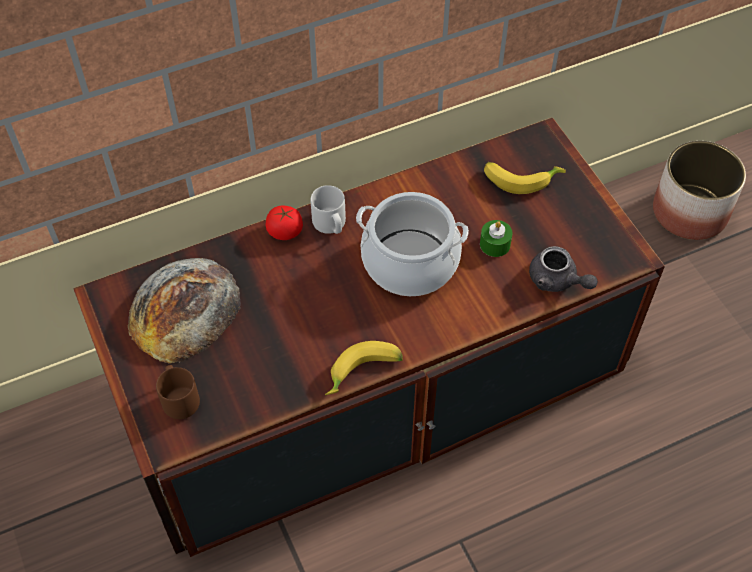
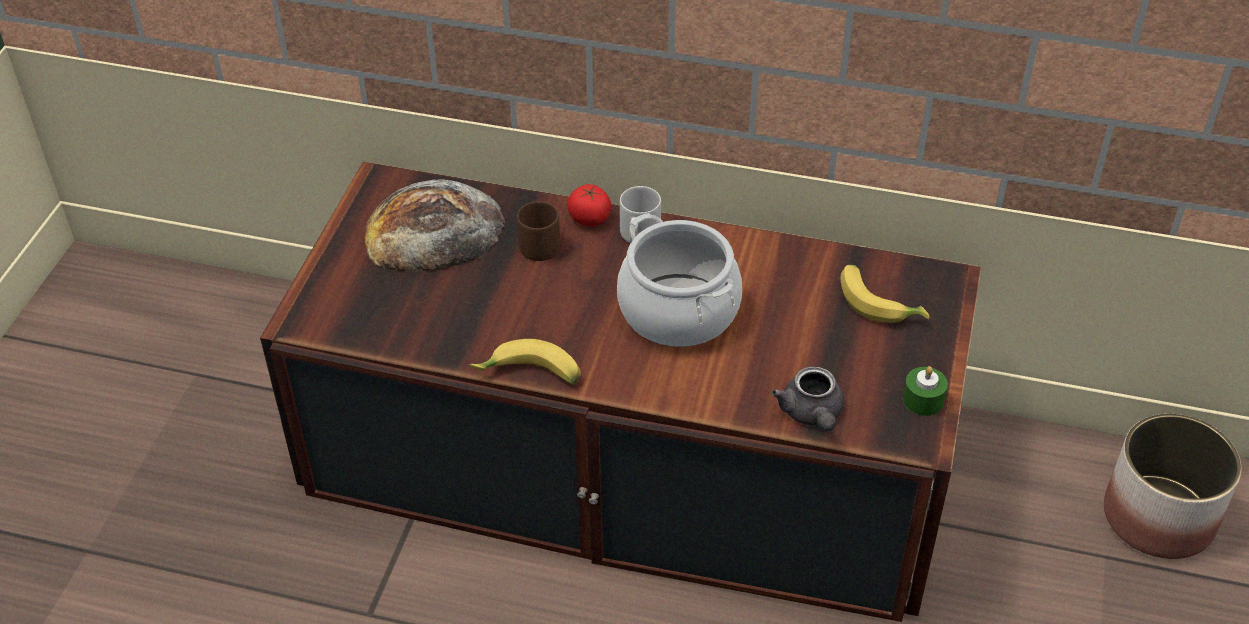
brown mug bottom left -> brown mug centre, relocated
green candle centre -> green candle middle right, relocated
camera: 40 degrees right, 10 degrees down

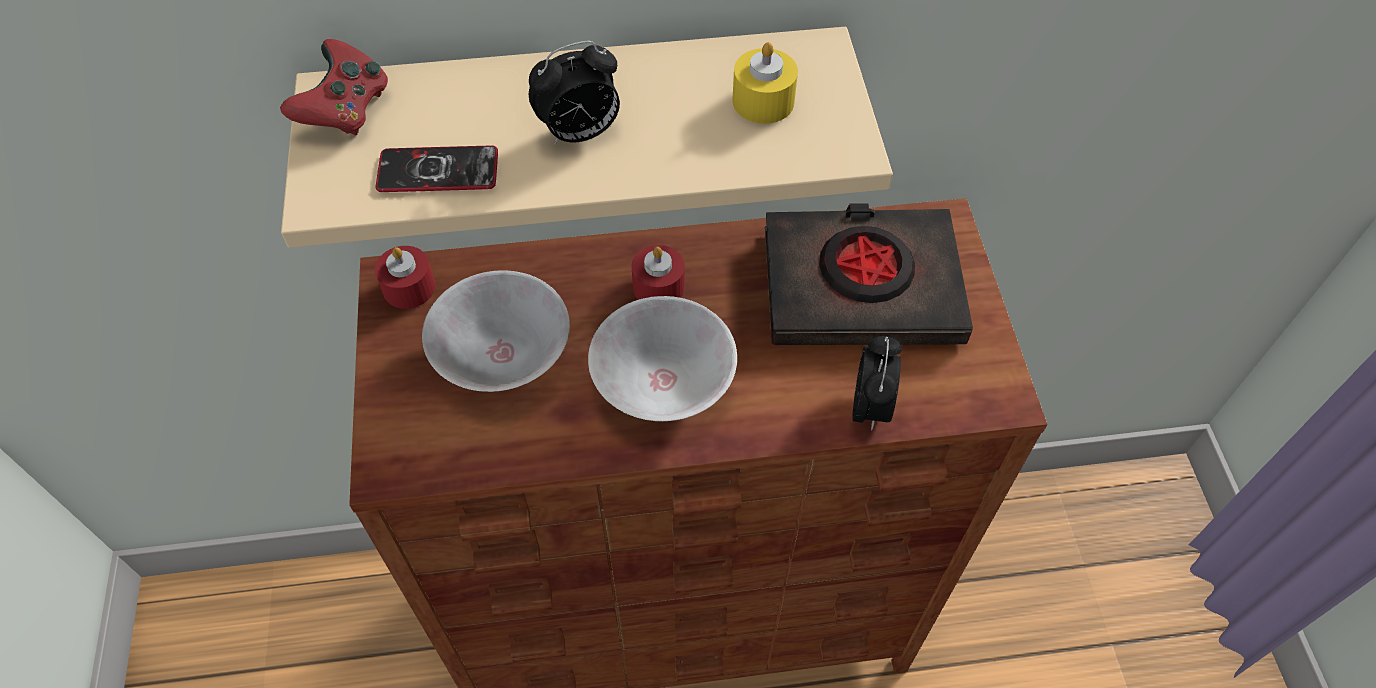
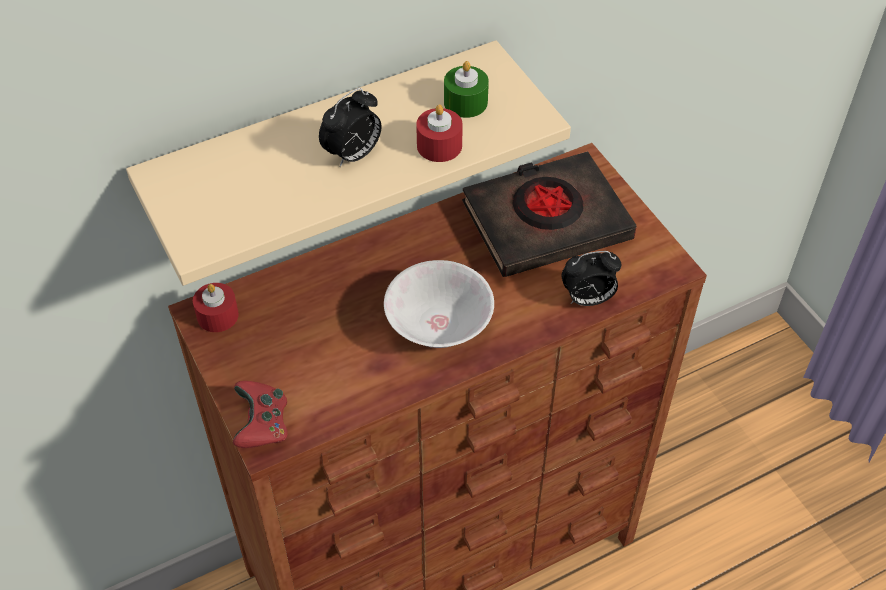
red game controller top left -> red game controller bottom left, relocated
phone top left -> none
white bowl (no. 1 from left) centre -> none
red candle (no. 2 from left) centre -> red candle (no. 2 from left) top centre, relocated
yellow candle top centre -> green candle top centre
alarm clock (no. 2 from left) centre -> alarm clock (no. 2 from left) middle right, 90 degrees clockwise
camera: 20 degrees left, 5 degrees down

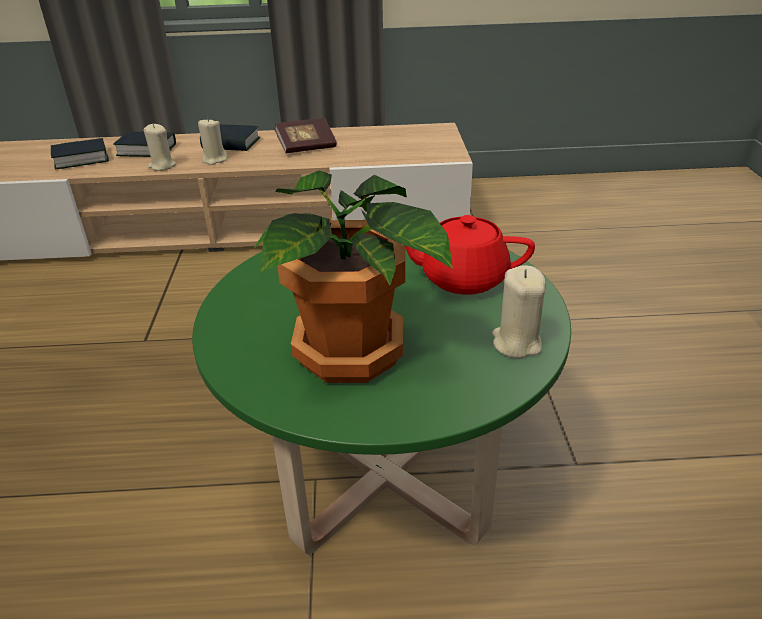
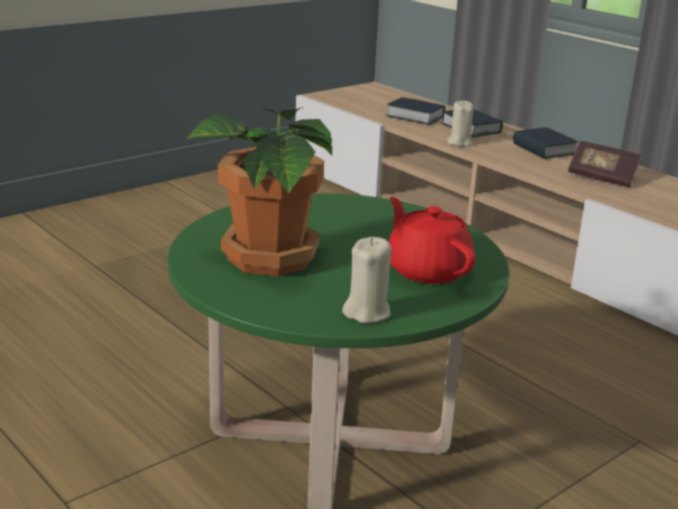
beige candle (no. 2 from left) top left -> none
camera: 50 degrees right, 10 degrees down

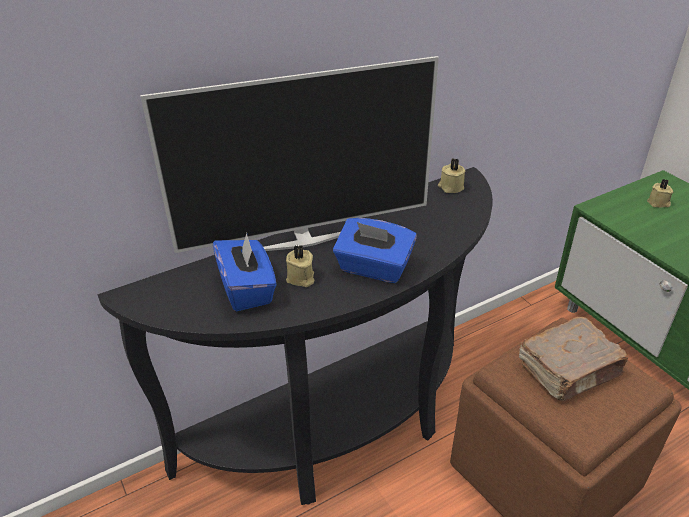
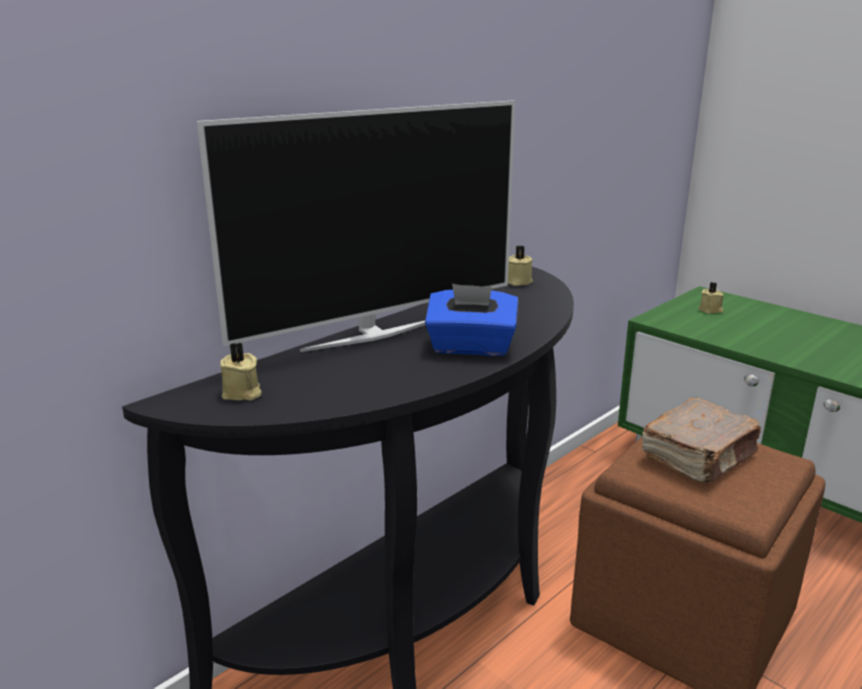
blue tissue box (no. 1 from left) centre -> none
beige candle (no. 1 from left) centre -> beige candle (no. 1 from left) middle left, relocated
camera: 15 degrees left, 15 degrees down

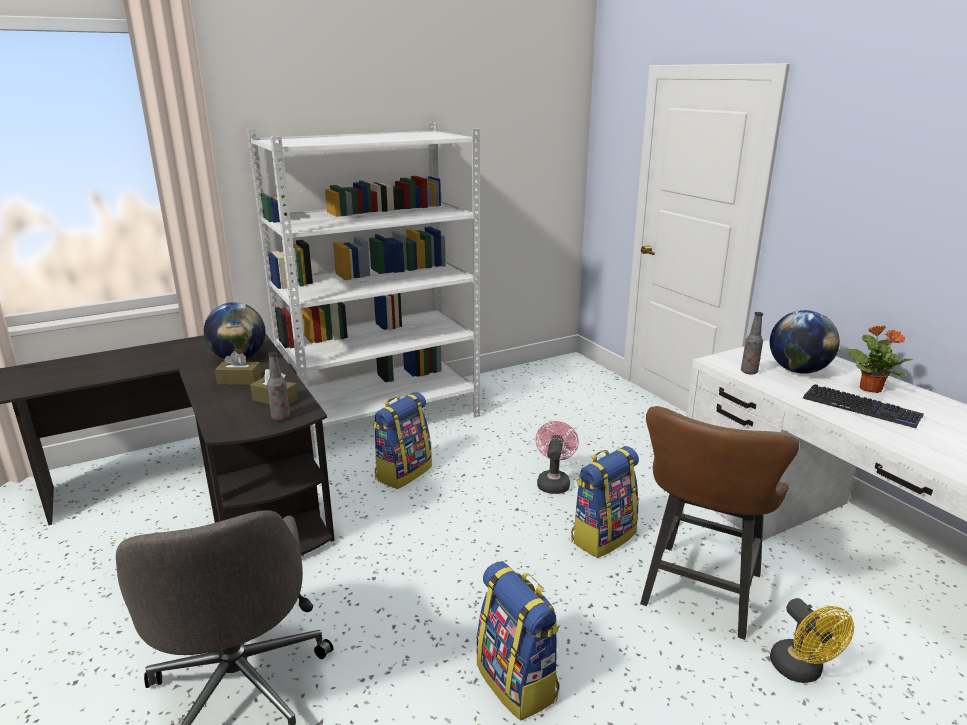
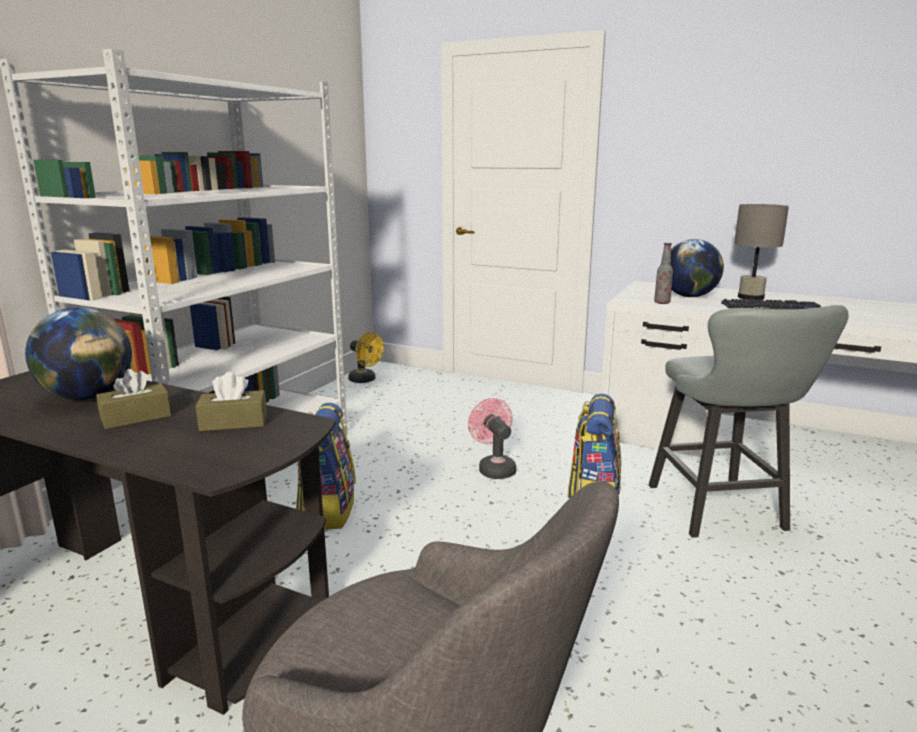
bottle (no. 1 from left) middle left -> none
backpack (no. 2 from left) bottom centre -> none
brown stool bottom right -> grey stool middle right
yellow fan bottom right -> yellow fan centre, relocated
potted plant middle right -> grey table lamp middle right
camera: 35 degrees left, 5 degrees down

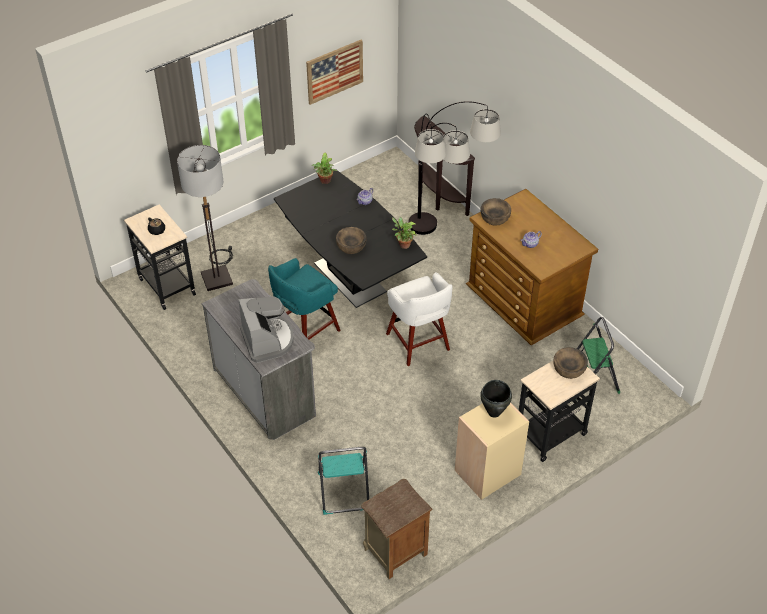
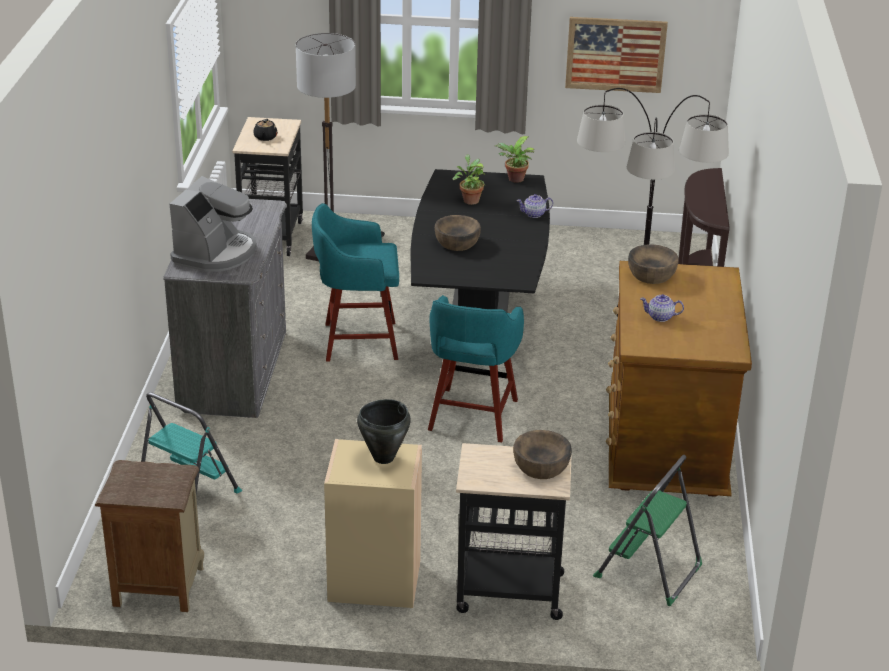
white stool centre -> turquoise stool (no. 2 from left) centre
potted plant (no. 2 from left in the first image) centre -> potted plant (no. 1 from left) top centre, relocated
camera: 40 degrees right, 15 degrees down

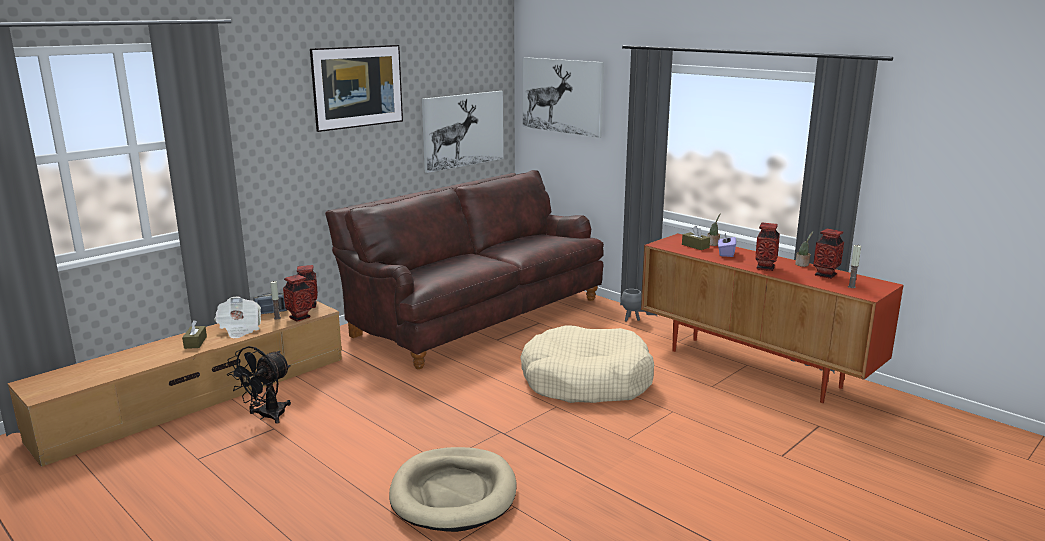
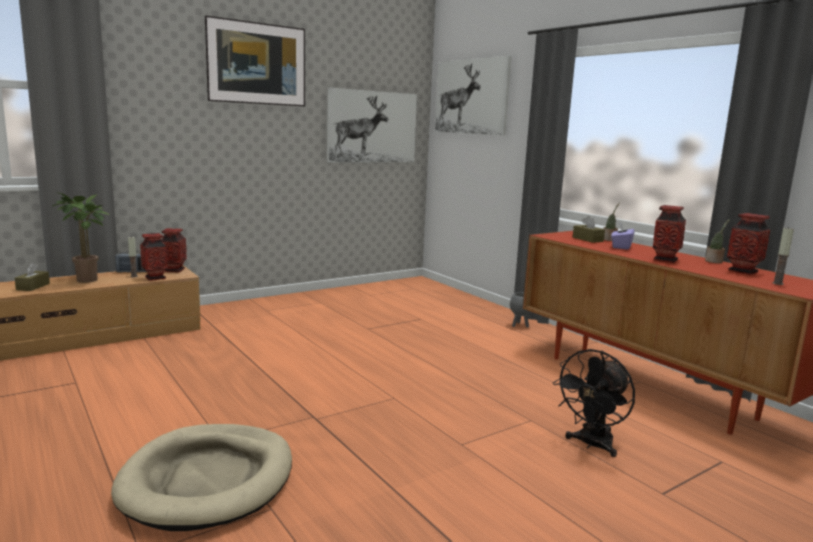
newspaper middle left -> potted plant (no. 1 from left) middle left
black fan bottom left -> black fan bottom right, relocated
brown sofa centre -> none
beige dog bed (no. 2 from left) bottom centre -> none
camera: 10 degrees right, 5 degrees down

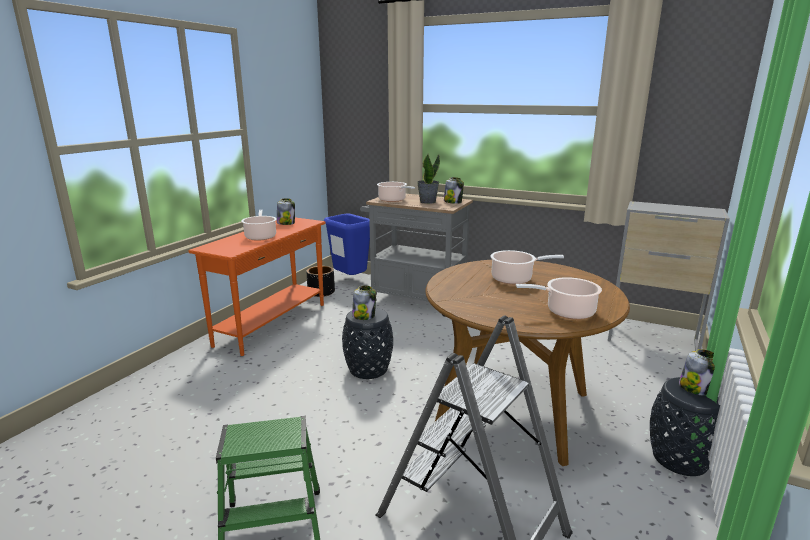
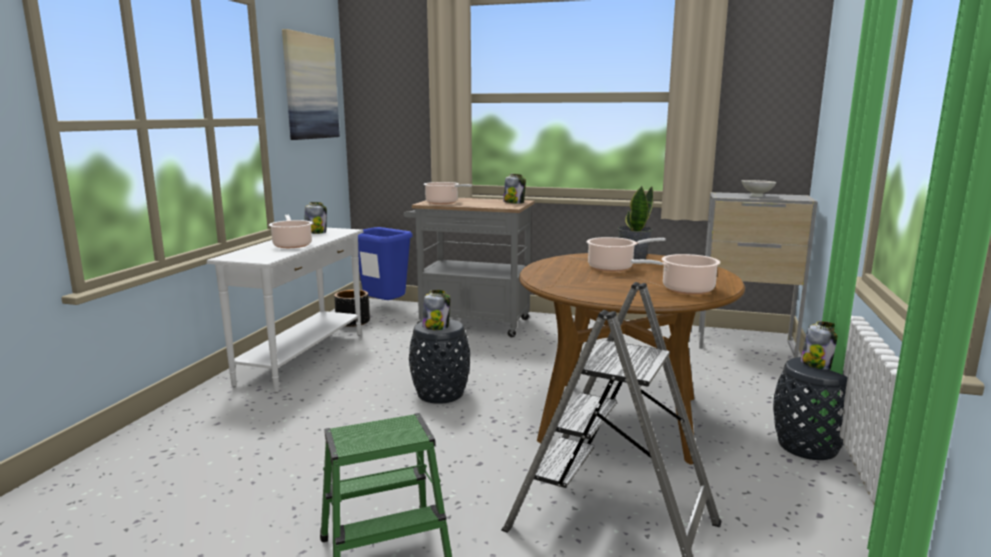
orange console table middle left -> white console table middle left
potted plant top centre -> potted plant centre, relocated
none -> picture top left
none -> white bowl middle right
camera: 10 degrees left, 5 degrees down

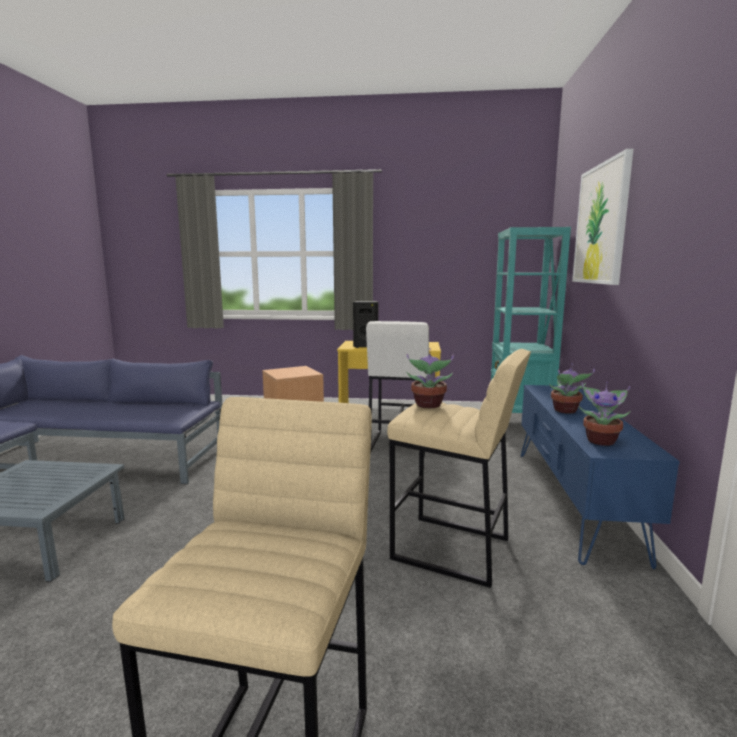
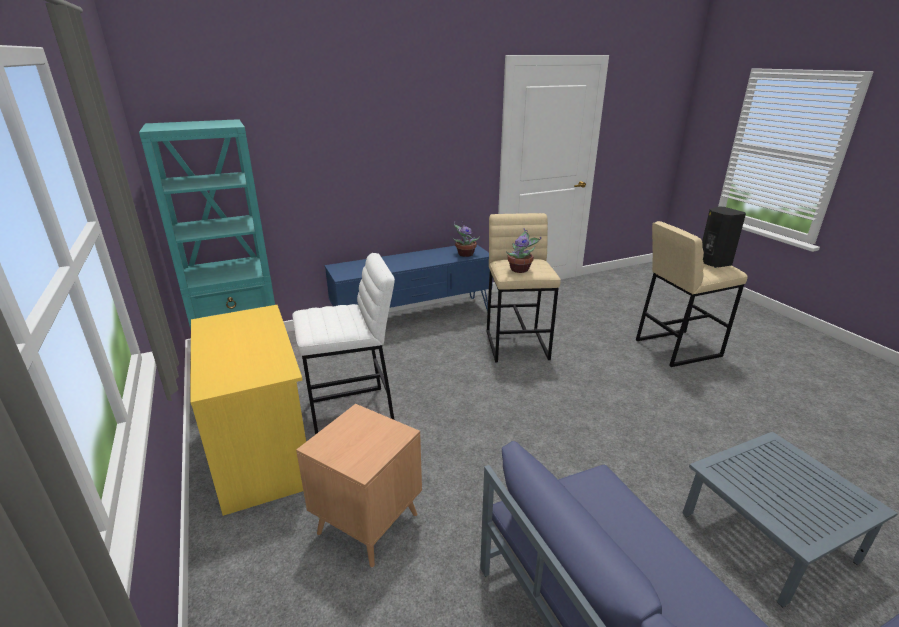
black speaker centre -> black speaker middle right, relocated
potted plant (no. 2 from left) middle right -> none
picture top right -> none
camera: 120 degrees left, 15 degrees up

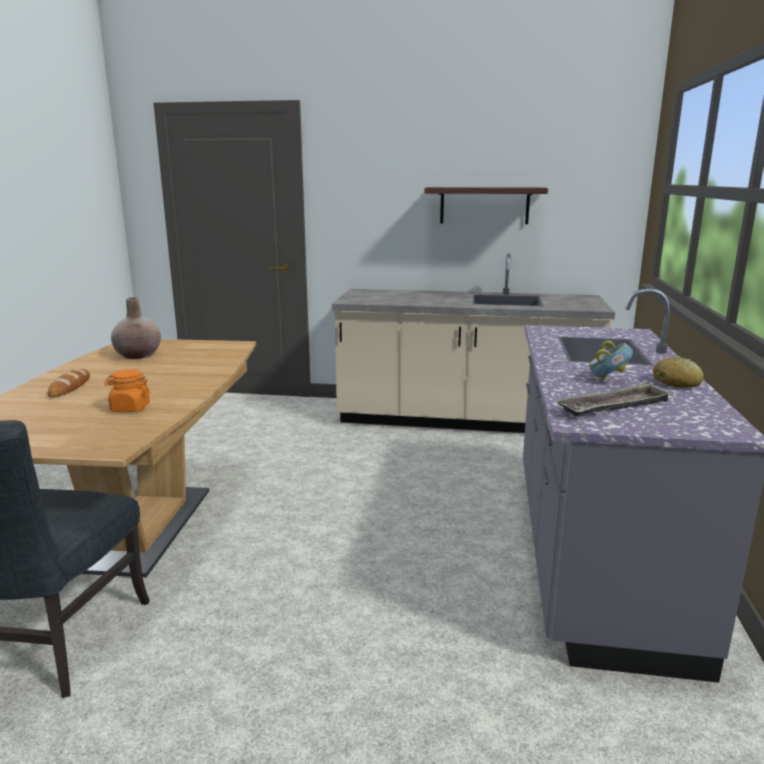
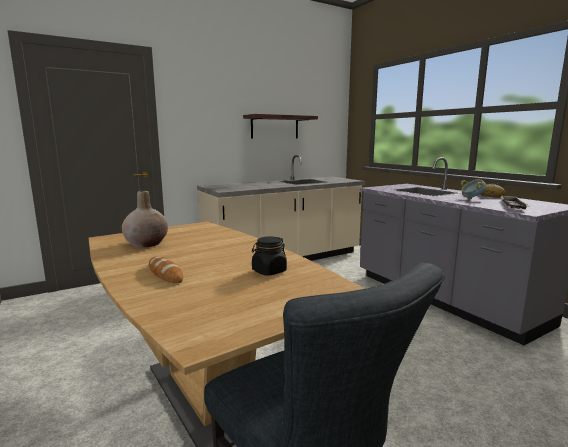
orange jar middle left -> black jar centre
camera: 40 degrees left, 5 degrees down

